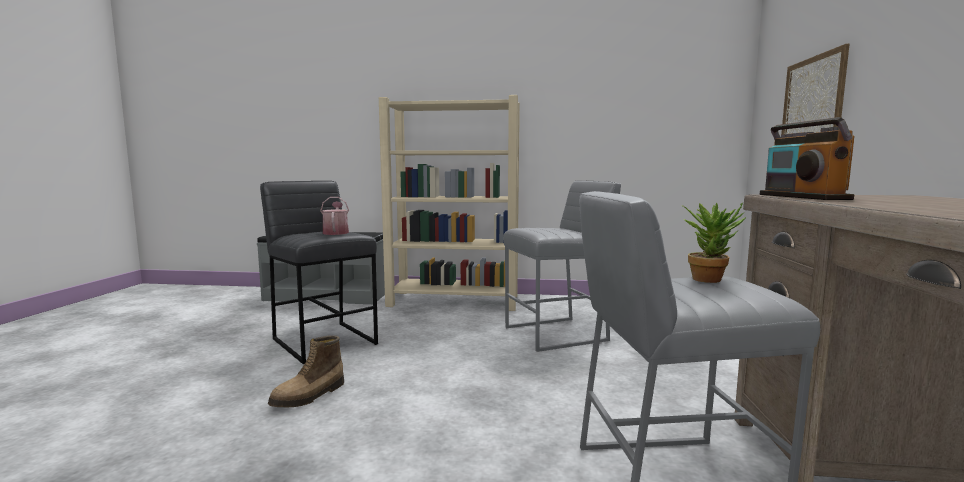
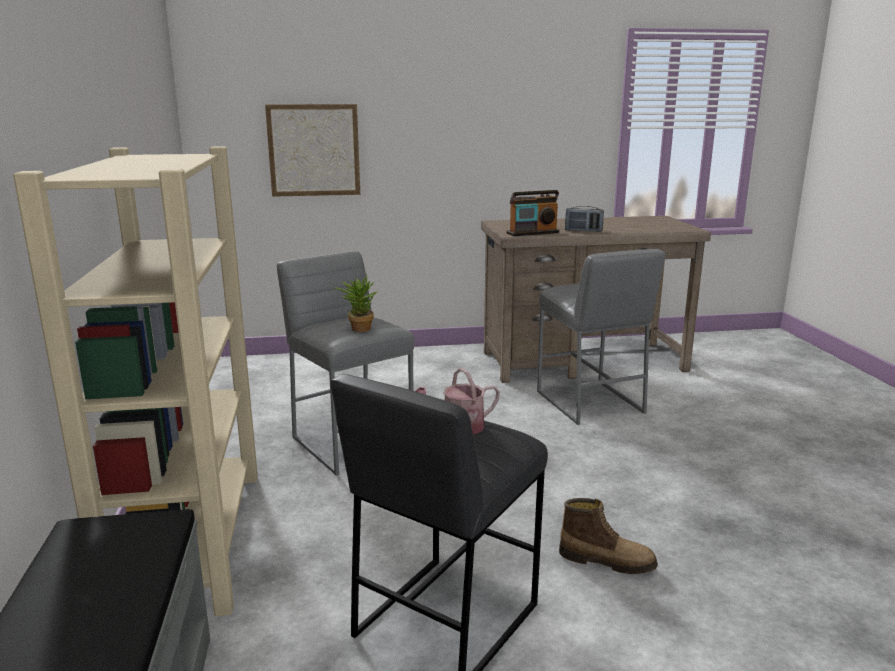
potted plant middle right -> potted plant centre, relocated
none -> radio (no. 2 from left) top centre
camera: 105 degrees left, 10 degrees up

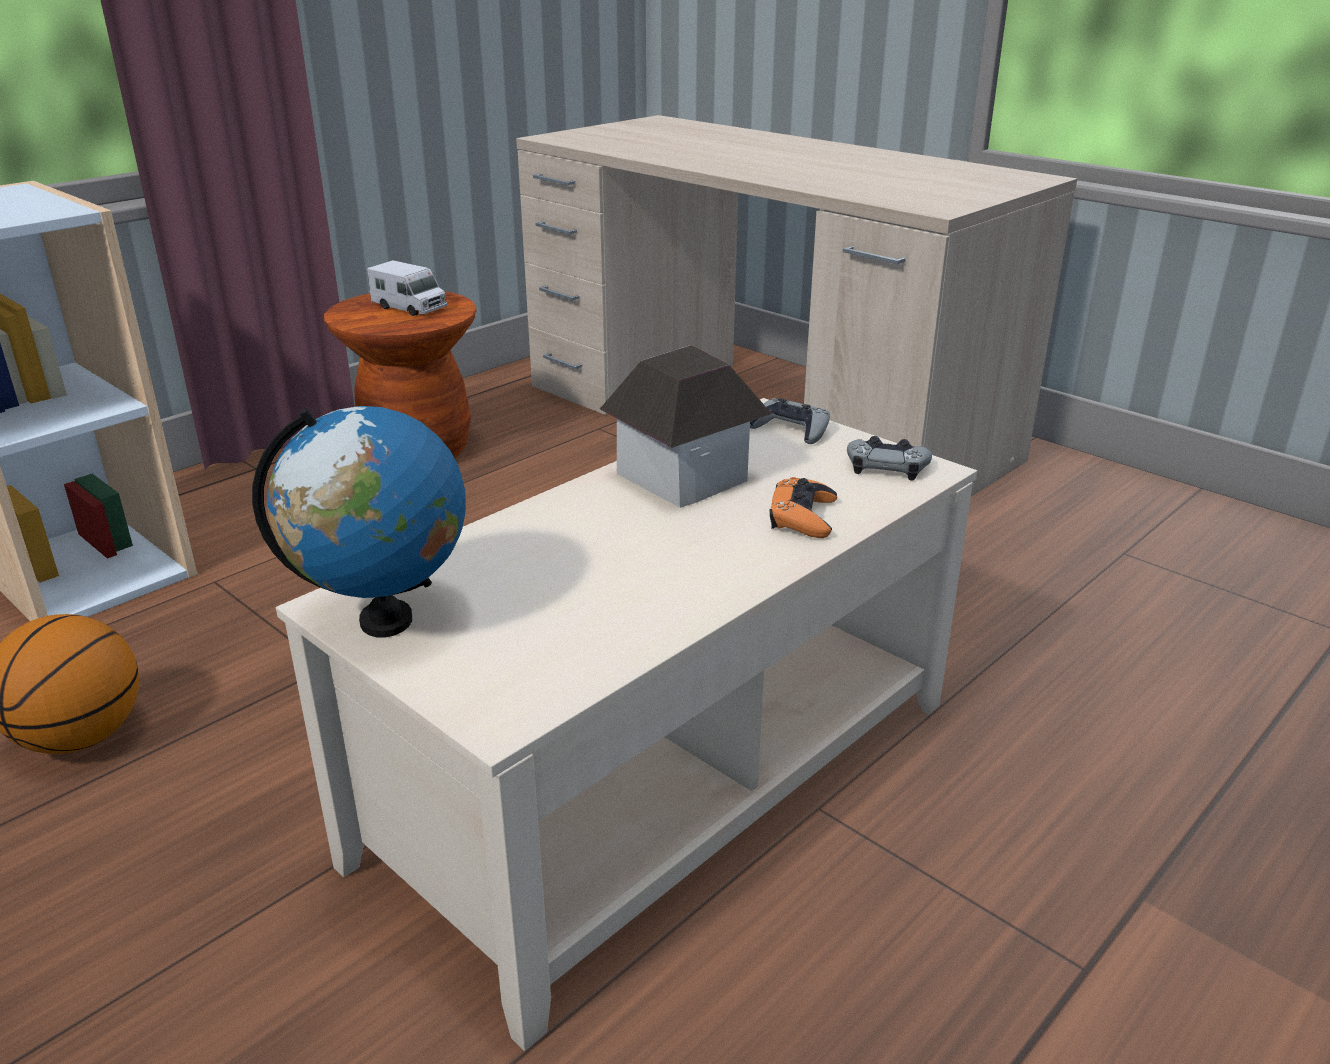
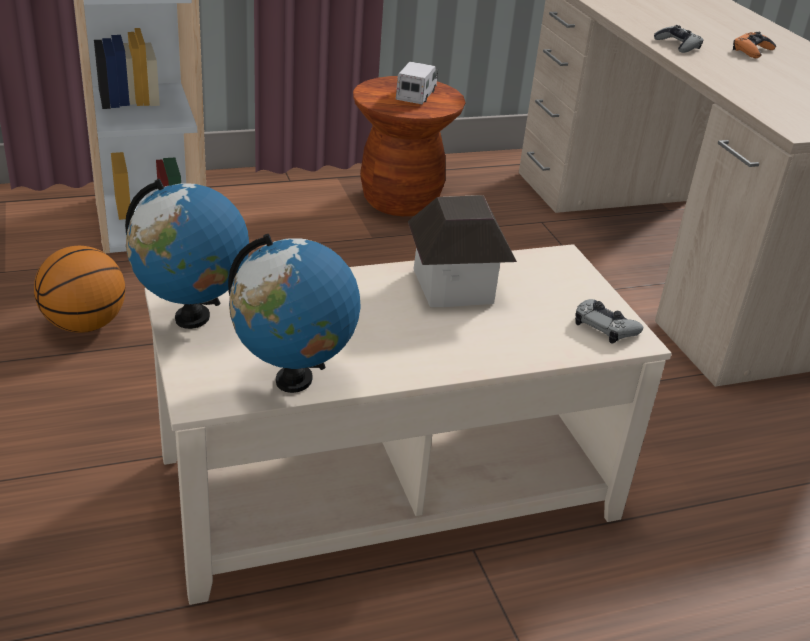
toy truck top left -> toy truck top centre, 135 degrees counterclockwise
grey game controller (no. 1 from left in the first image) centre -> grey game controller (no. 2 from left) top right, relocated
orange game controller centre -> orange game controller top right, relocated
none -> globe (no. 2 from left) centre
camera: 25 degrees right, 5 degrees up

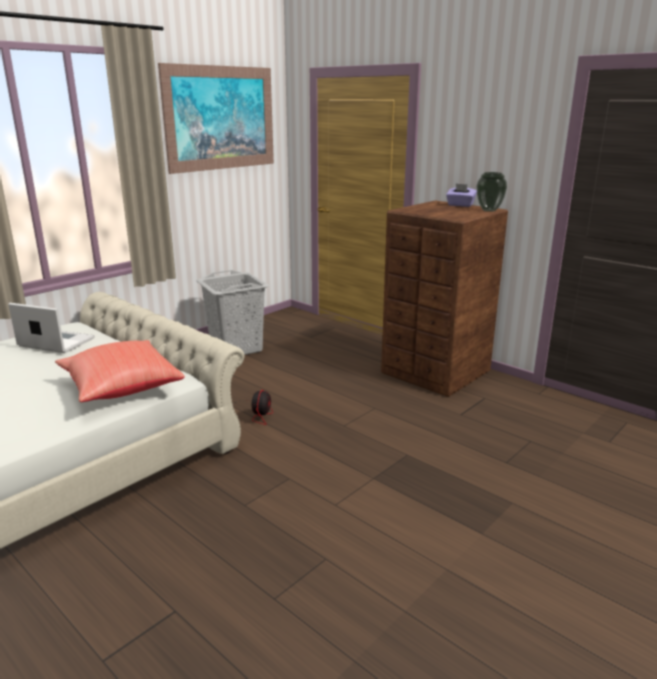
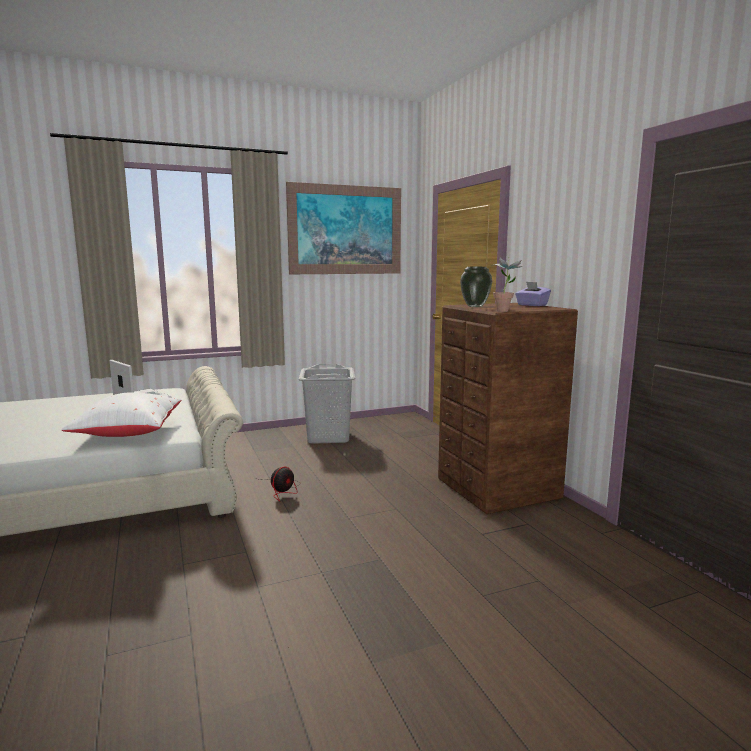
red pillow middle left -> white pillow middle left
vase top right -> vase centre, relocated
none -> potted plant middle right
camera: 25 degrees right, 10 degrees down

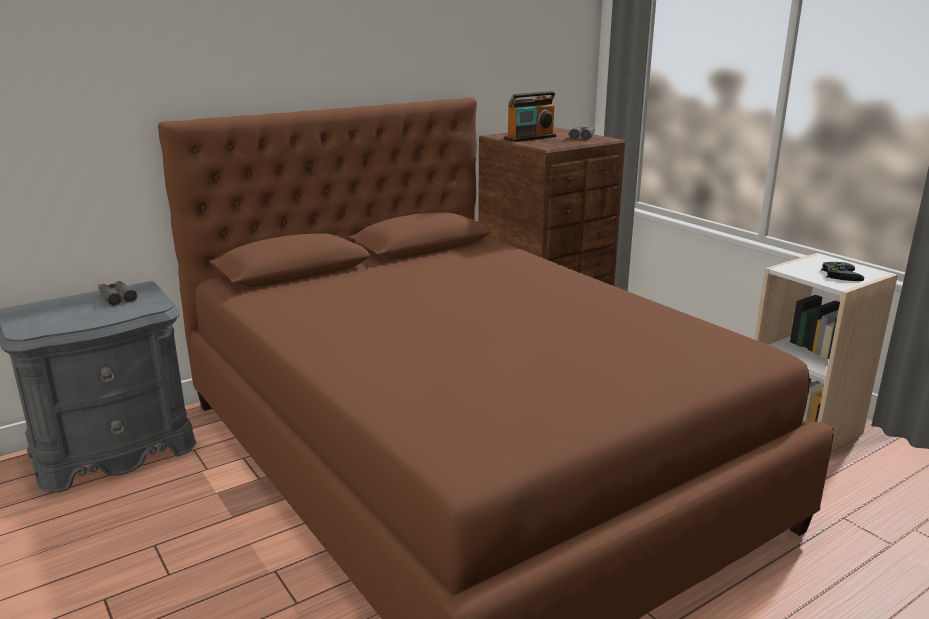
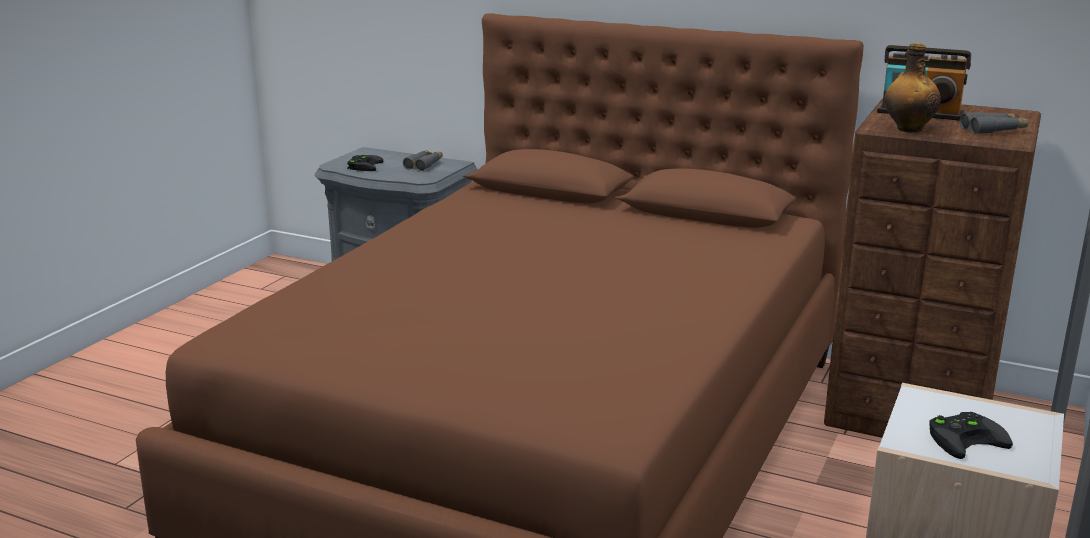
none -> black game controller (no. 1 from left) top centre
none -> bottle top right
camera: 60 degrees right, 0 degrees up

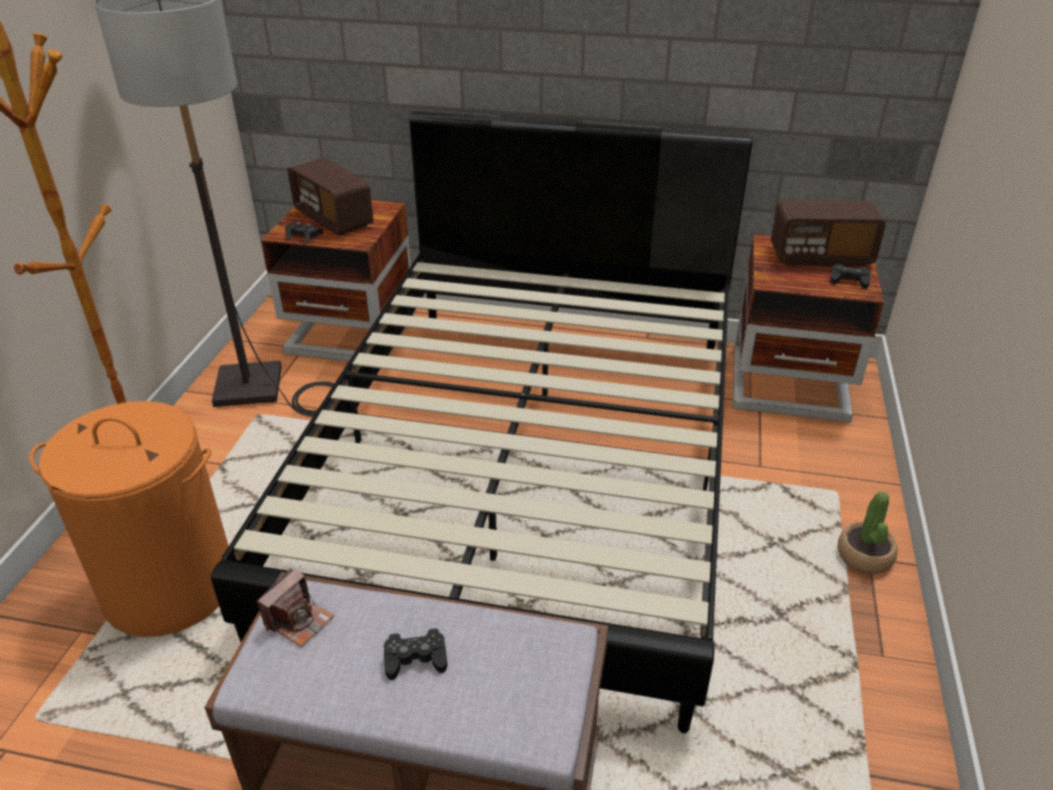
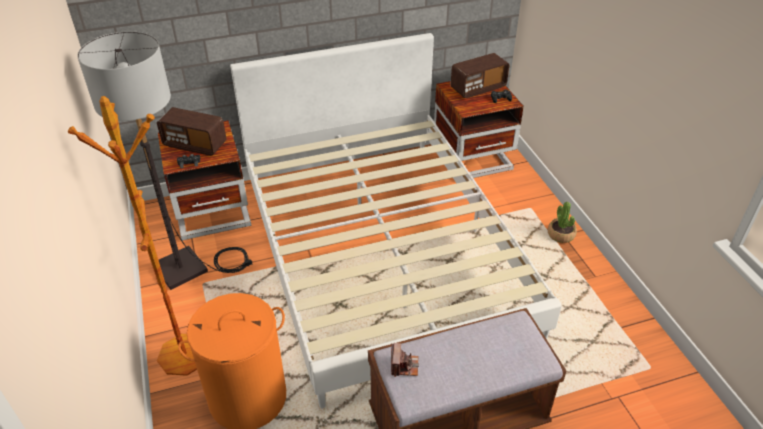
black bed centre -> white bed centre
black game controller (no. 2 from left) bottom centre -> none
camera: 30 degrees left, 5 degrees up

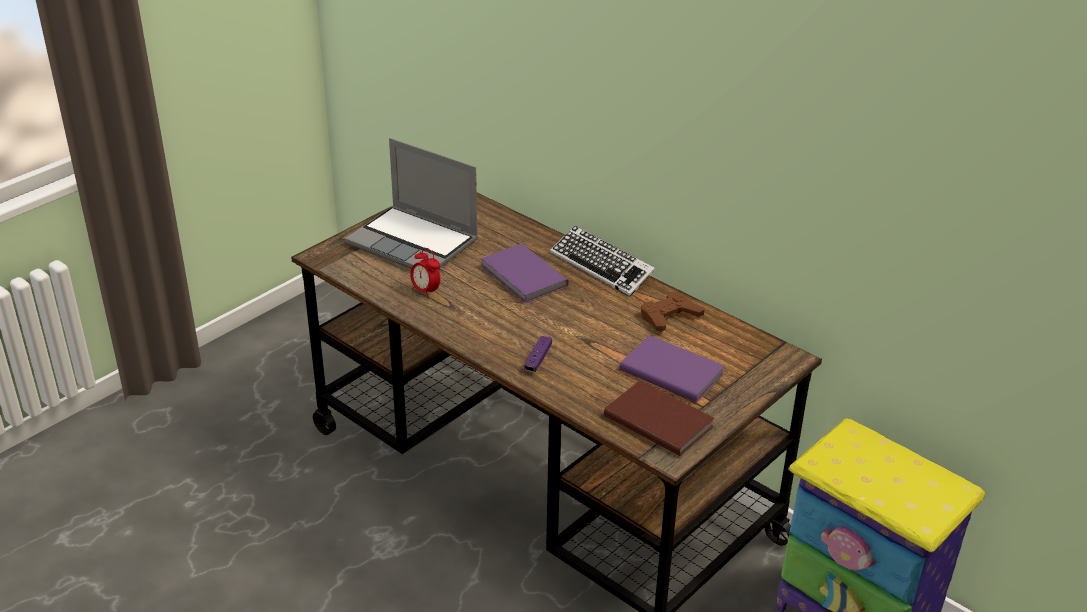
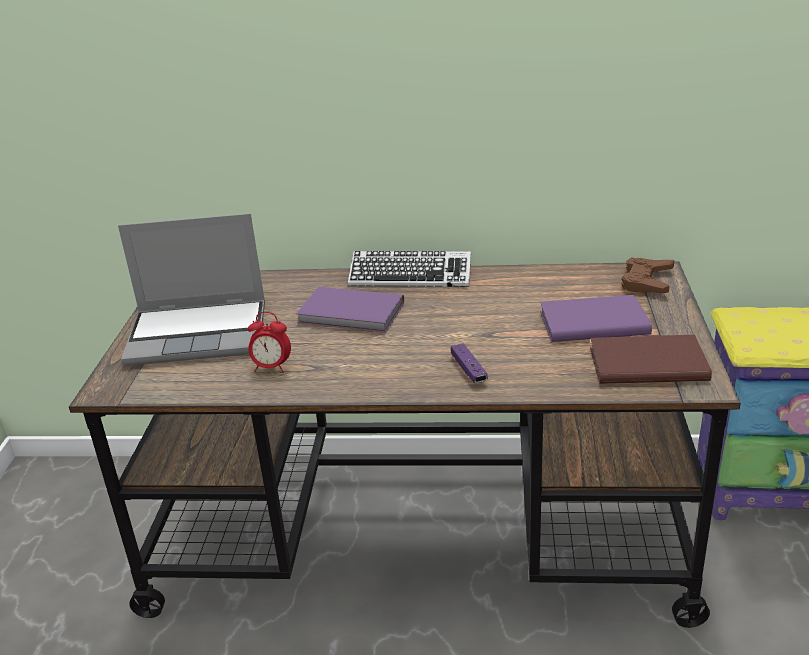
brown game controller centre -> brown game controller middle right, relocated
camera: 35 degrees left, 5 degrees down

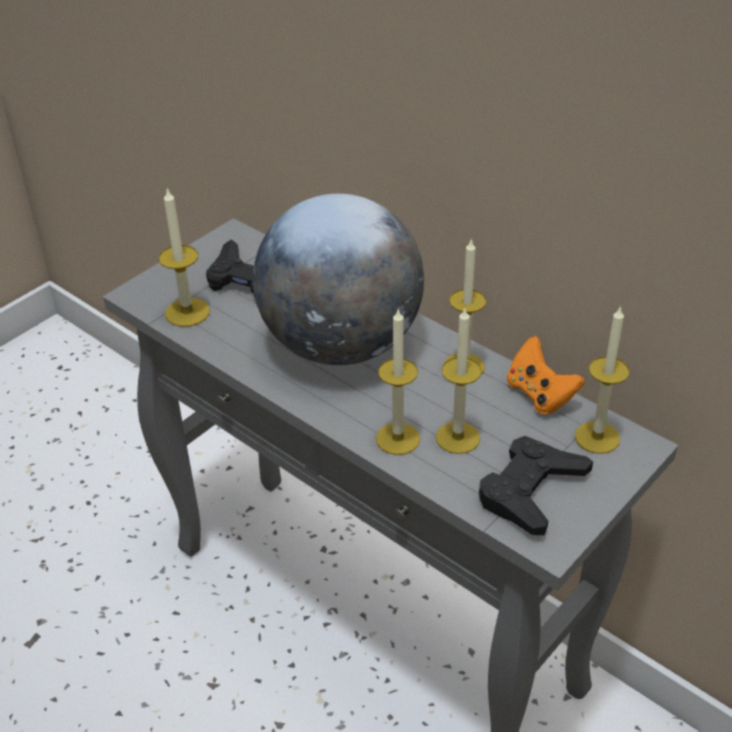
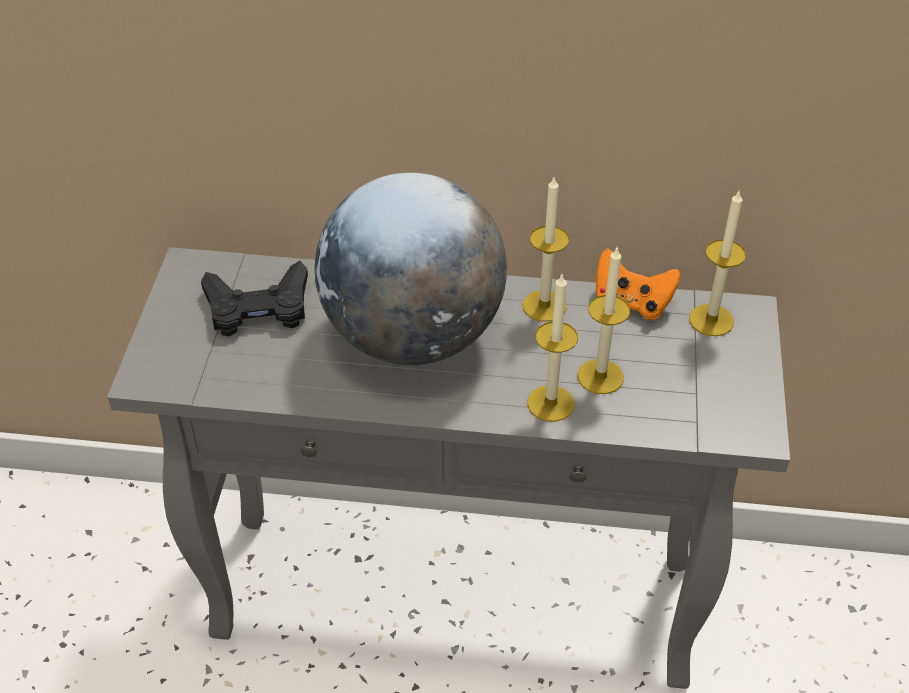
candle (no. 1 from left) middle left -> none
black game controller (no. 2 from left) middle right -> none
camera: 35 degrees left, 5 degrees up

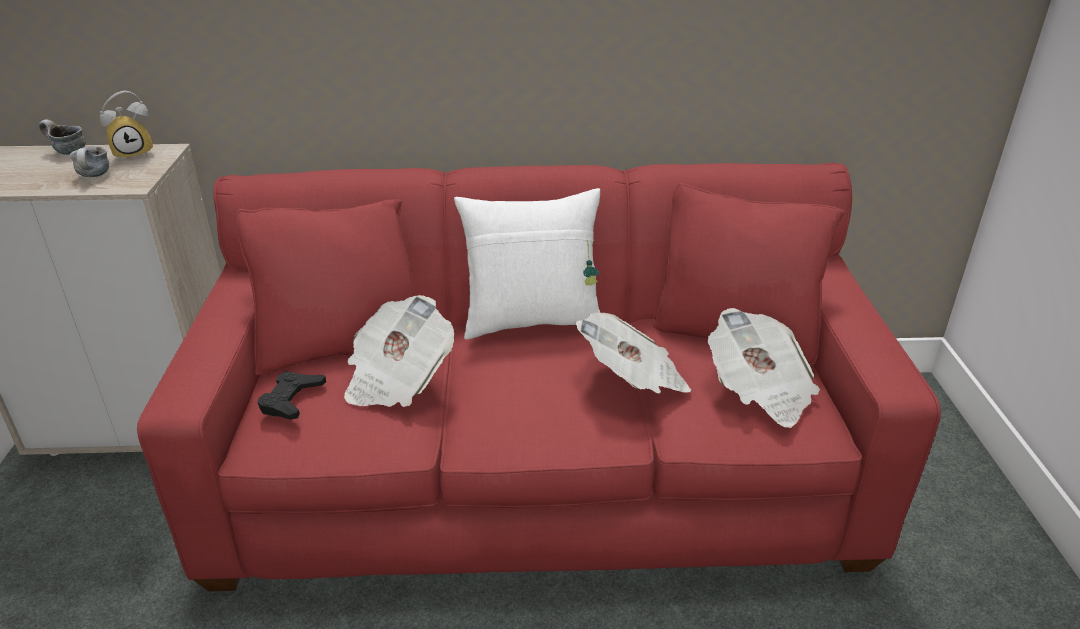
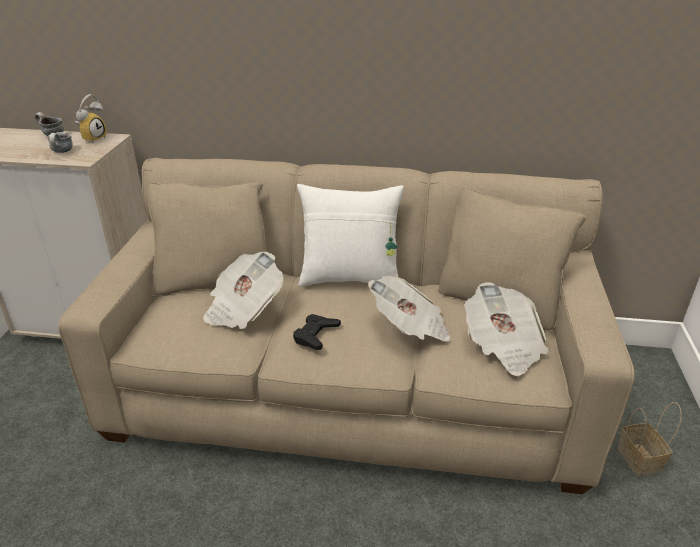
alarm clock top left, 45 degrees counterclockwise
red sofa centre -> beige sofa centre
black game controller middle left -> black game controller centre, relocated
none -> basket bottom right
camera: 10 degrees right, 0 degrees up

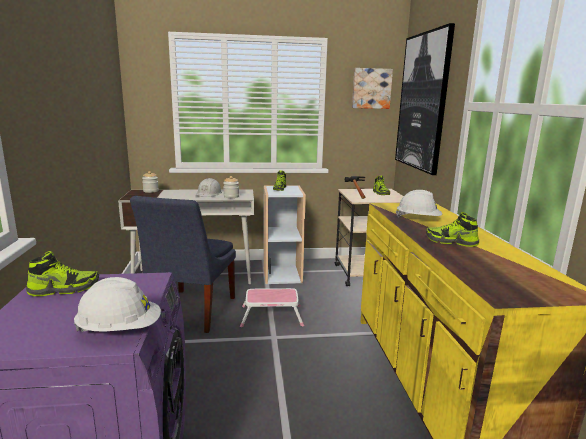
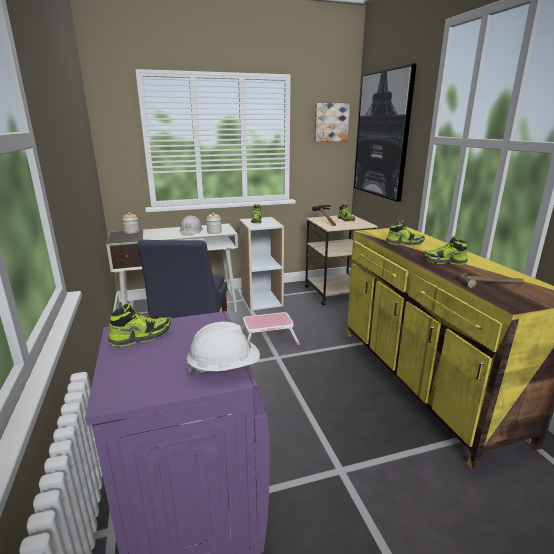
white hard hat (no. 3 from left) middle right -> shoe (no. 4 from left) middle right
none -> hammer (no. 2 from left) middle right
camera: 10 degrees left, 5 degrees up

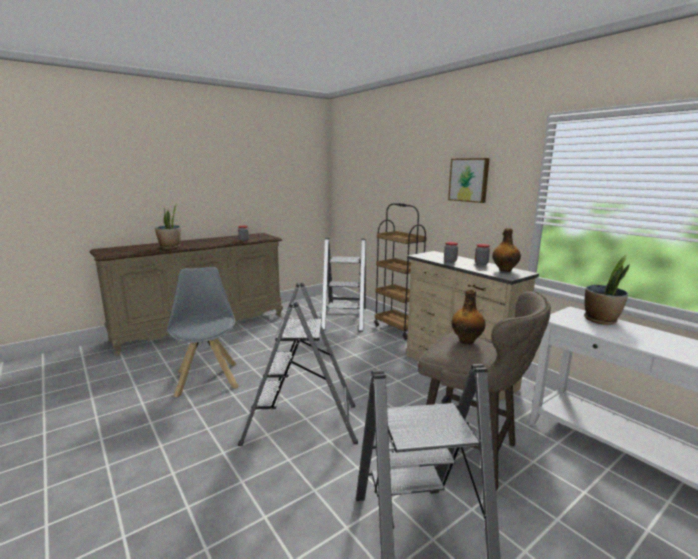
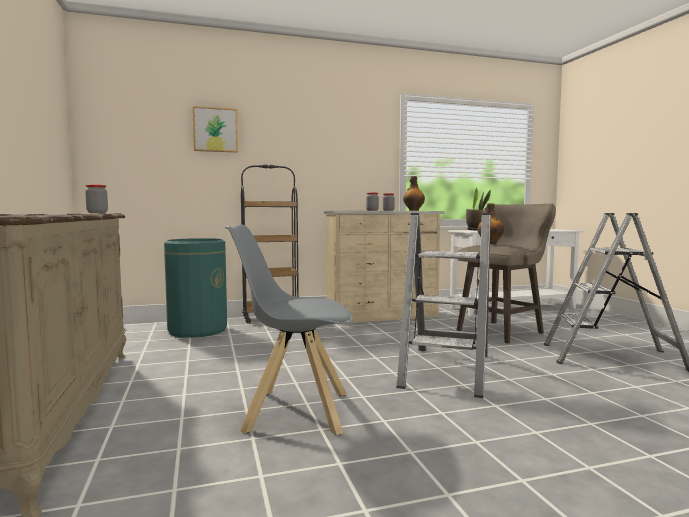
potted plant (no. 1 from left) middle left -> none
grey step ladder (no. 2 from left) centre -> green trash can middle left
picture top right -> picture top left, relocated
camera: 70 degrees left, 10 degrees down

